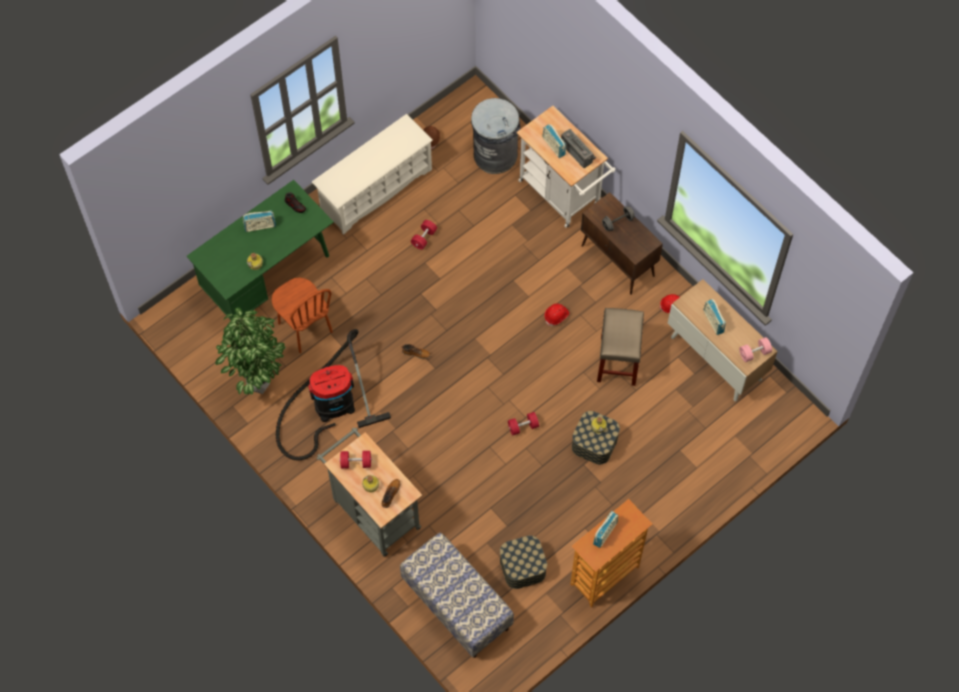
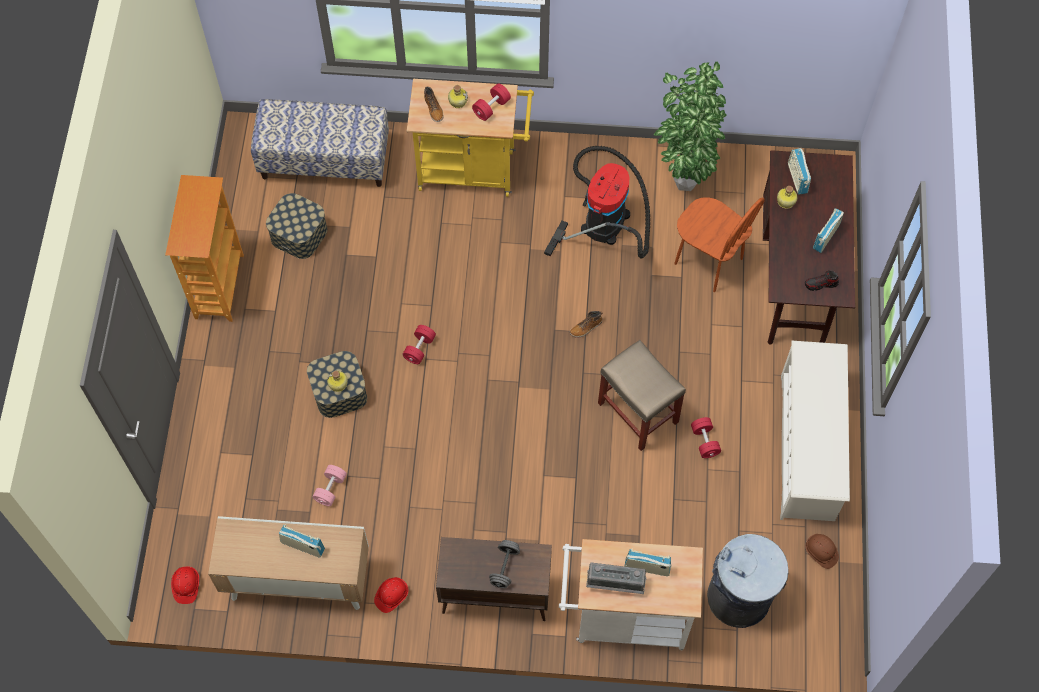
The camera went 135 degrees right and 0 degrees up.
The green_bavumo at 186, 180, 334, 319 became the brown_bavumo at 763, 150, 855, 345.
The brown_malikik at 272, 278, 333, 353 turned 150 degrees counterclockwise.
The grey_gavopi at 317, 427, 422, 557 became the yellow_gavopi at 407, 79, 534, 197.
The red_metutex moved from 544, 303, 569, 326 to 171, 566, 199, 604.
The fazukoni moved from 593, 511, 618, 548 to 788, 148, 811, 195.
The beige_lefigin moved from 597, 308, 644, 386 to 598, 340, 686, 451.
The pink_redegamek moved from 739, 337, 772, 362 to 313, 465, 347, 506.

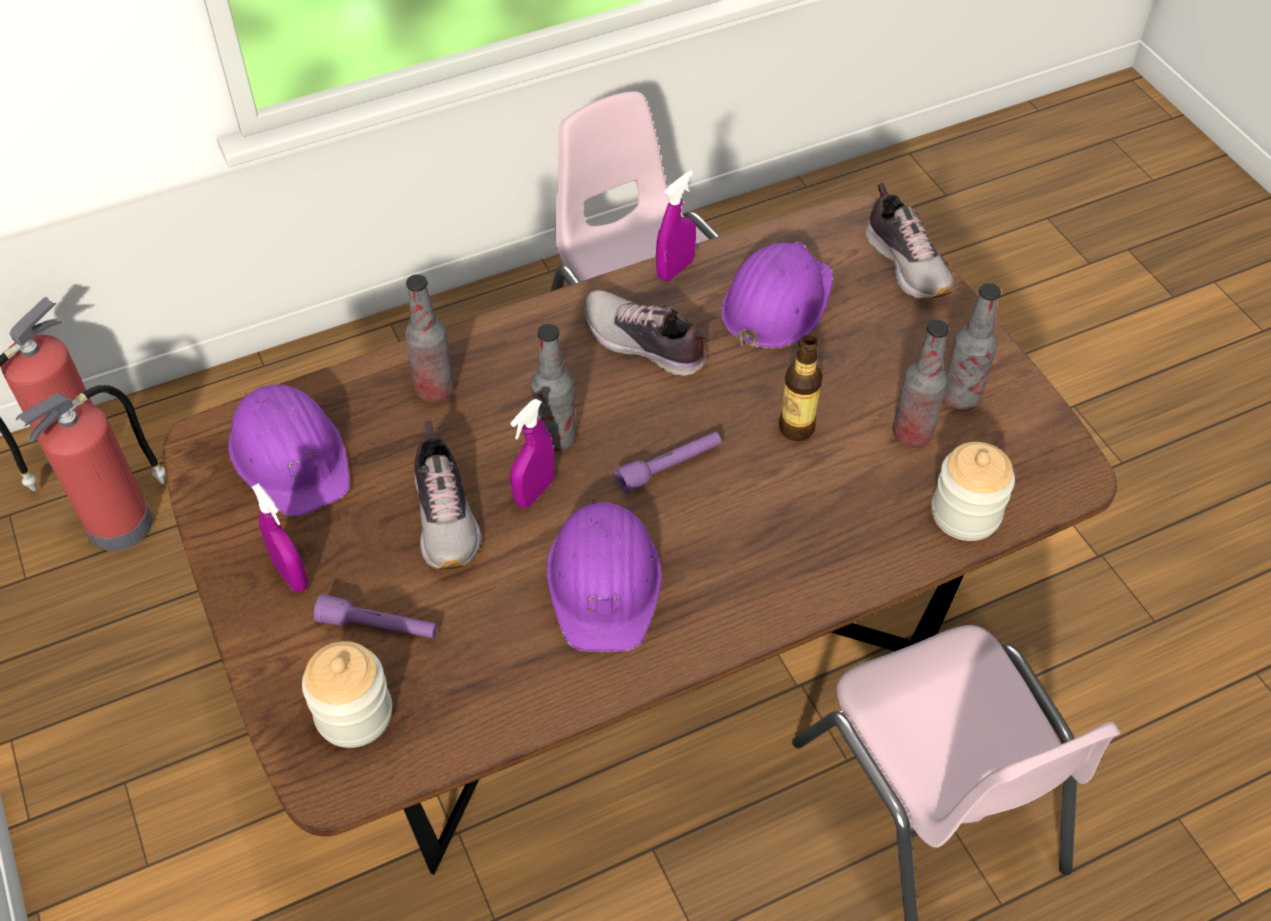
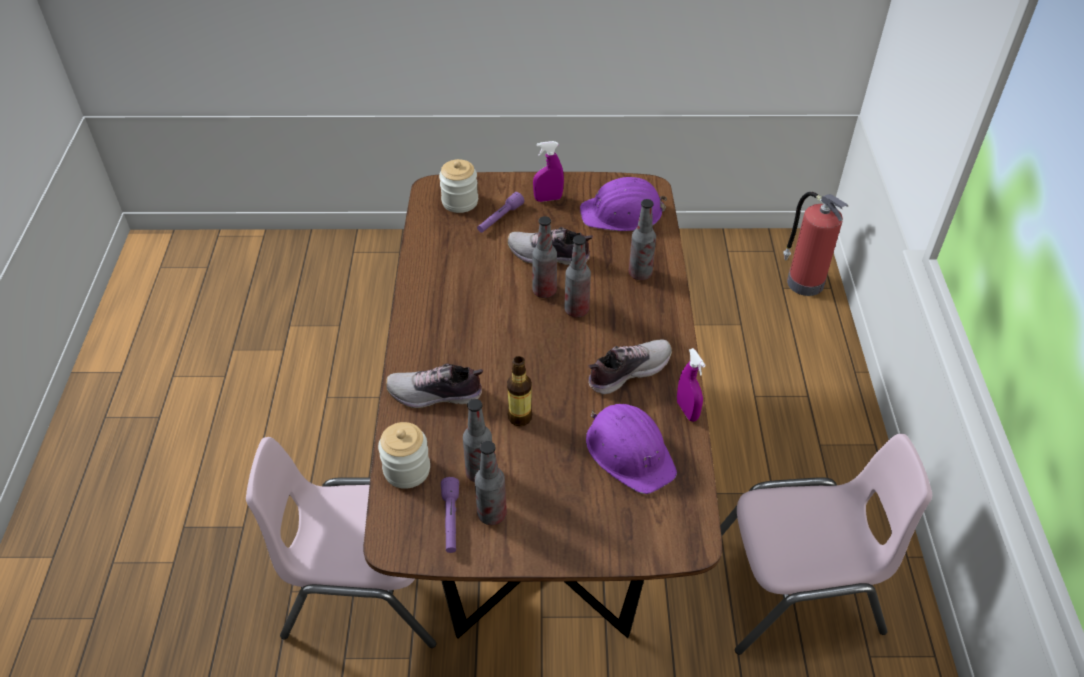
The camera went 115 degrees right and 5 degrees down.
The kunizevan at 16, 385, 165, 551 disappeared.
The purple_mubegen at 510, 399, 554, 508 was replaced by the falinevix at 532, 216, 557, 298.
The purple_metutex at 547, 497, 662, 652 disappeared.
The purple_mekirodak moved from 614, 432, 721, 493 to 441, 477, 459, 553.
The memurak moved from 865, 183, 953, 299 to 386, 363, 483, 408.

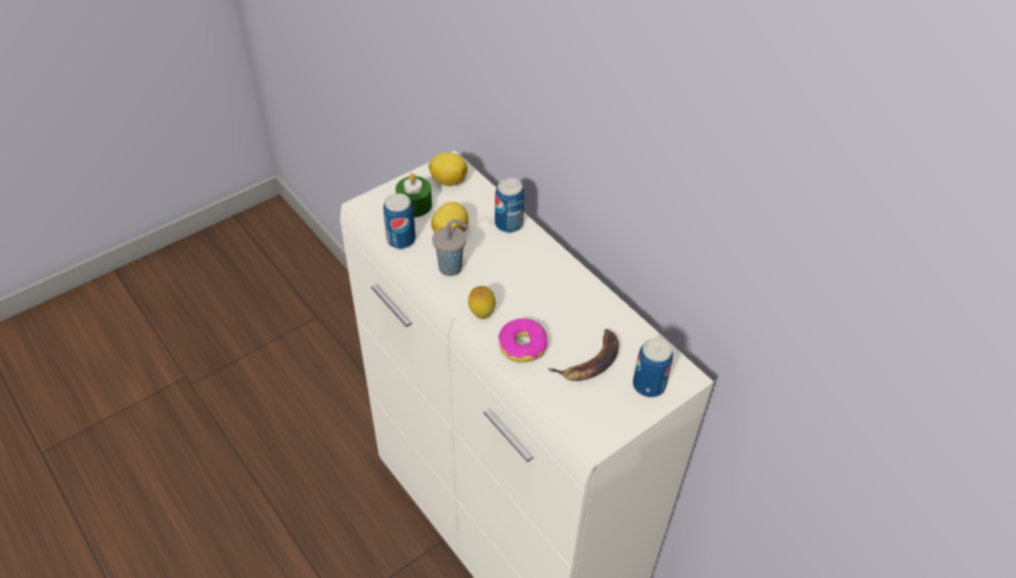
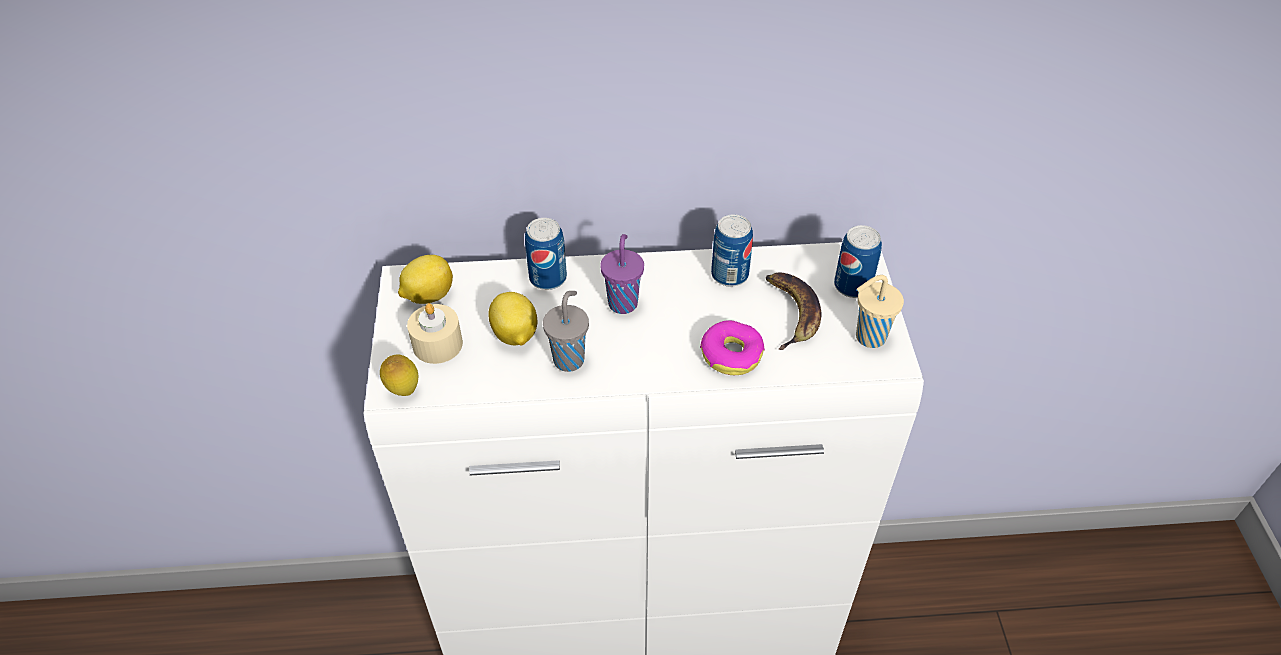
The camera went 55 degrees left and 0 degrees up.
The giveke moved from 383, 193, 416, 249 to 711, 214, 753, 287.
The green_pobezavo at 396, 173, 432, 217 became the beige_pobezavo at 407, 303, 463, 364.
The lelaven moved from 468, 286, 496, 319 to 380, 354, 419, 396.
The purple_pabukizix at 600, 234, 644, 314 appeared.
The beige_pabukizix at 856, 275, 904, 348 appeared.

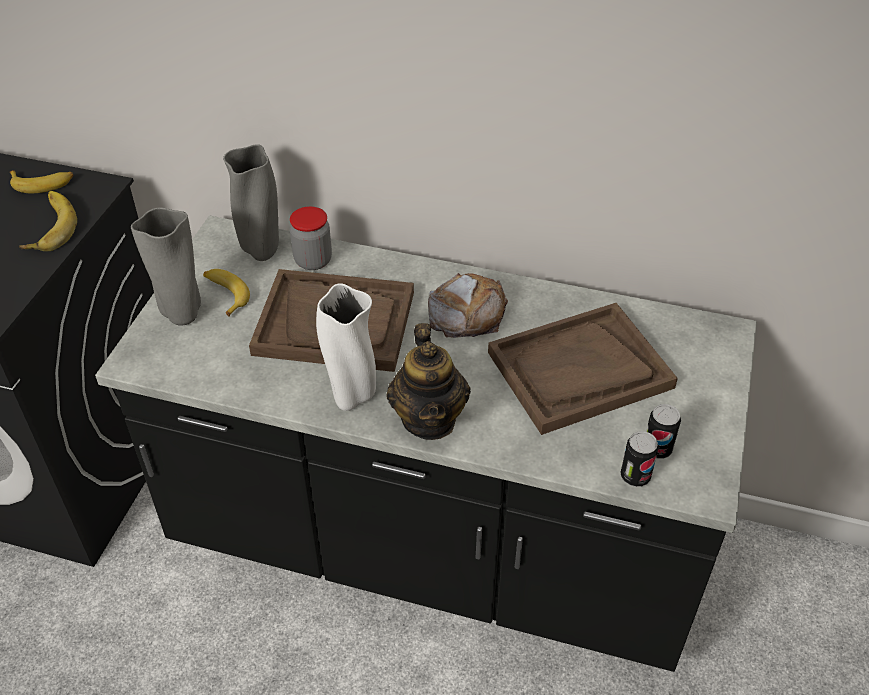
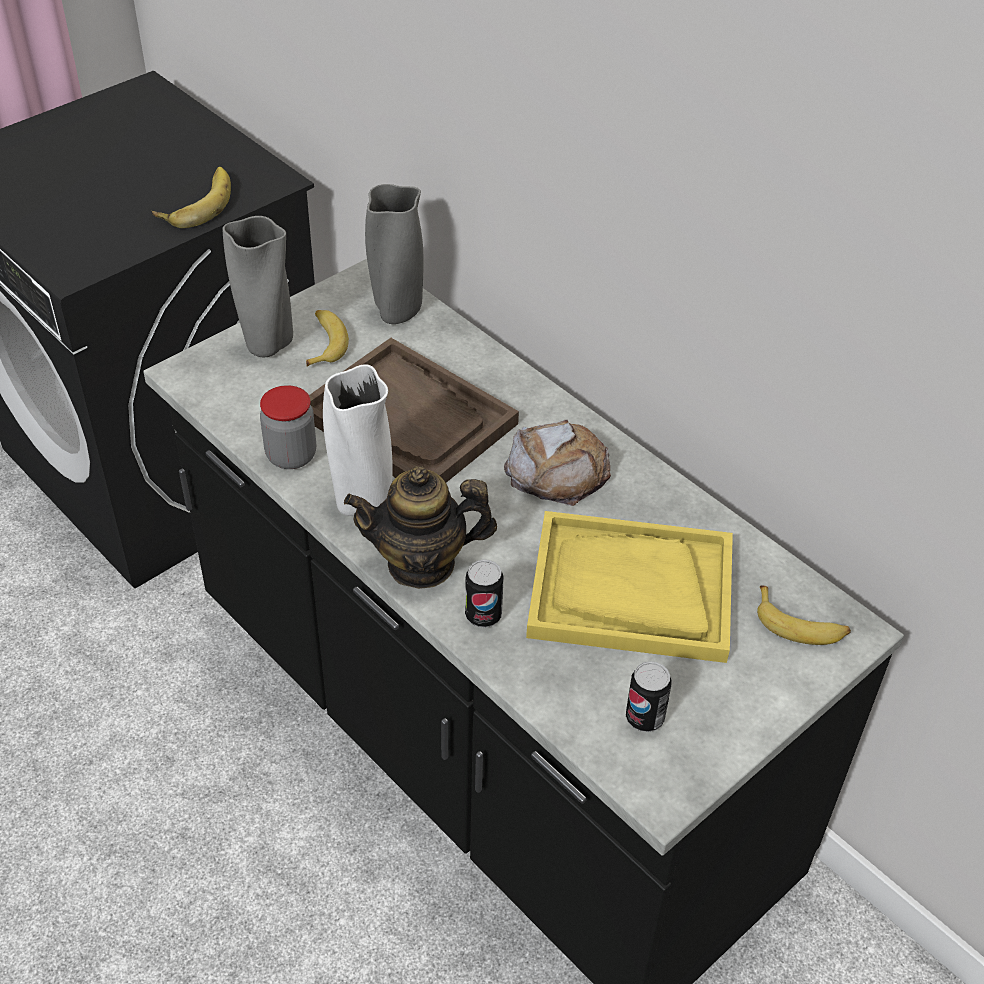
The camera went 30 degrees right and 0 degrees up.
The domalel moved from 10, 170, 74, 193 to 757, 585, 851, 645.
The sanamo moved from 290, 206, 332, 270 to 260, 385, 316, 469.
The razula at 386, 323, 471, 440 turned 60 degrees clockwise.
The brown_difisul at 488, 303, 678, 435 became the yellow_difisul at 526, 511, 733, 663.
The giveke moved from 620, 431, 659, 487 to 465, 559, 504, 628.

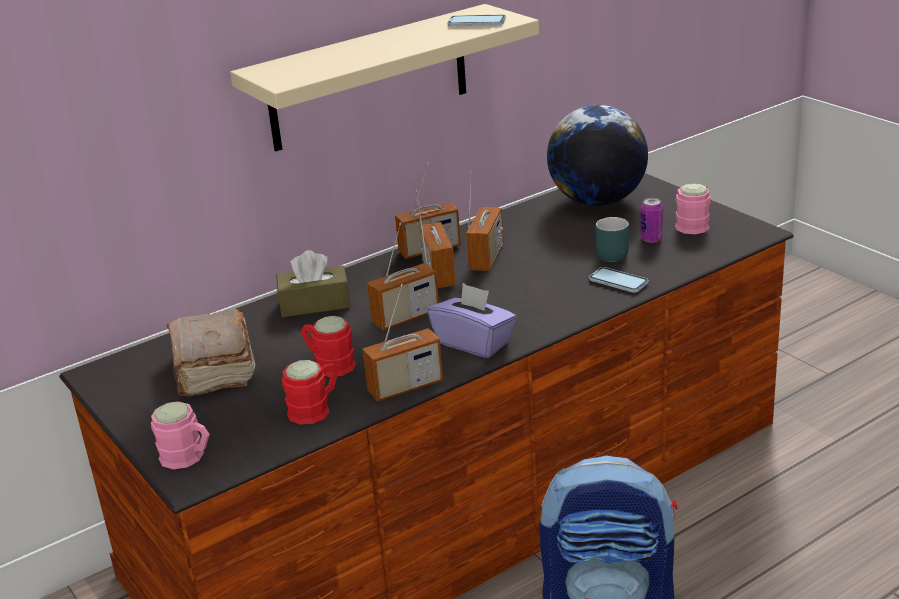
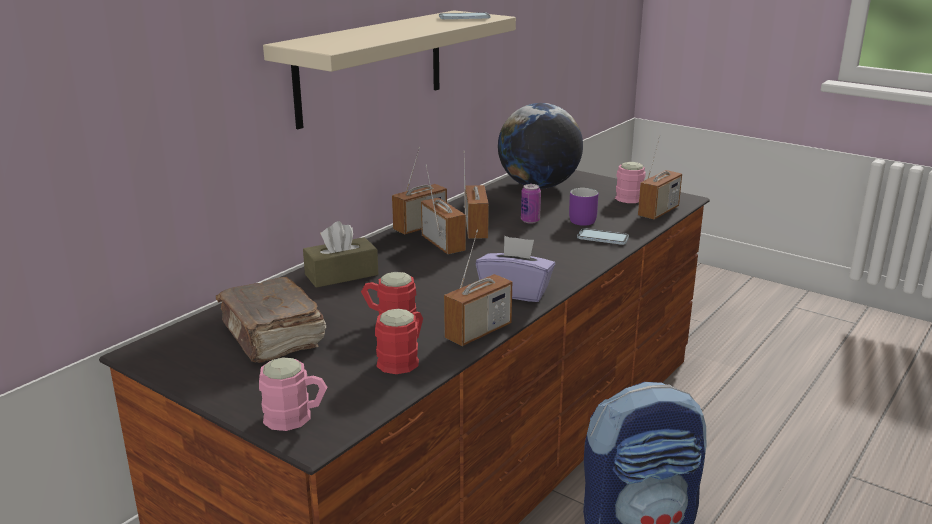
The camera went 20 degrees left and 5 degrees down.
The fazukoni moved from 367, 222, 439, 330 to 638, 135, 682, 219.
The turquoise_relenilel at 596, 217, 629, 262 became the purple_relenilel at 569, 188, 598, 226.
The giveke moved from 641, 198, 663, 243 to 521, 184, 541, 224.

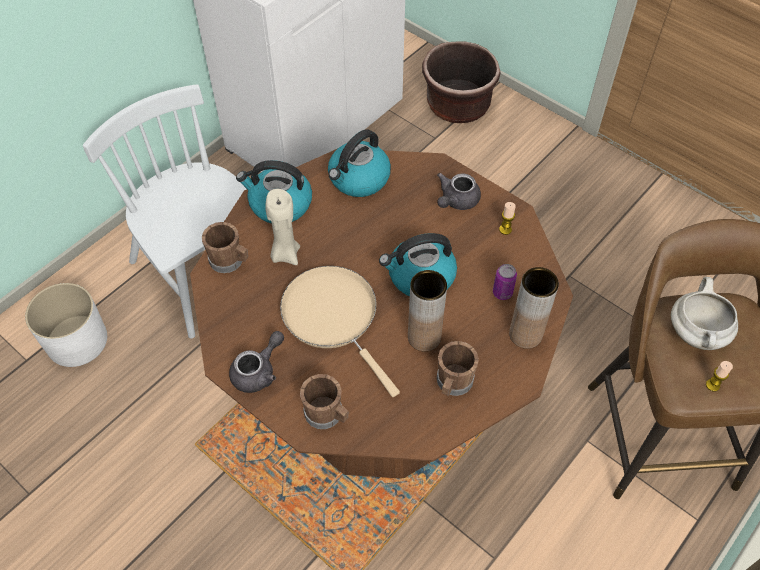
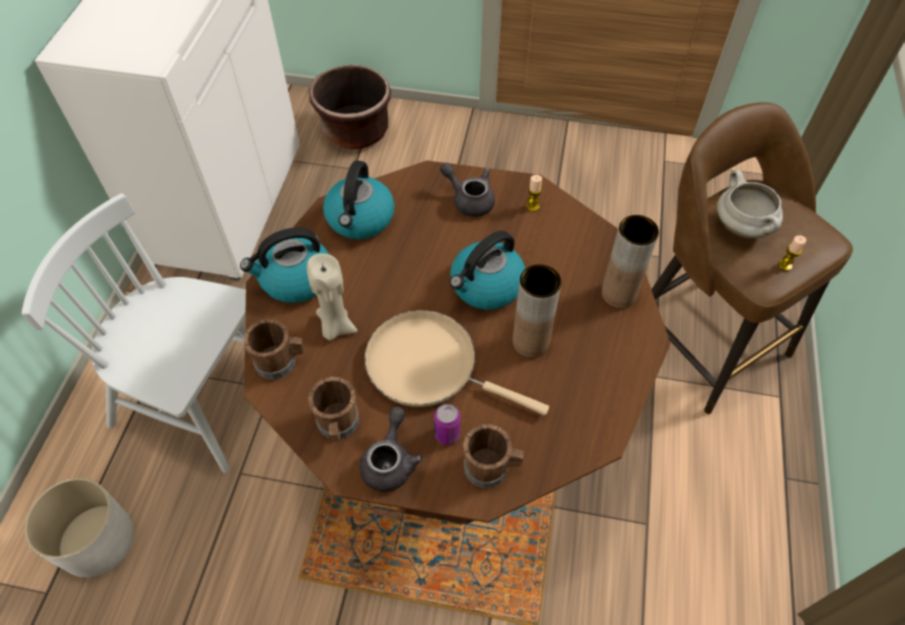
The camera went 30 degrees left and 0 degrees up.
The grey_razula at 437, 173, 481, 210 turned 120 degrees clockwise.
The brown_relenilel moved from 437, 341, 479, 396 to 308, 377, 360, 442.
The giveke moved from 493, 264, 517, 300 to 434, 404, 460, 445.

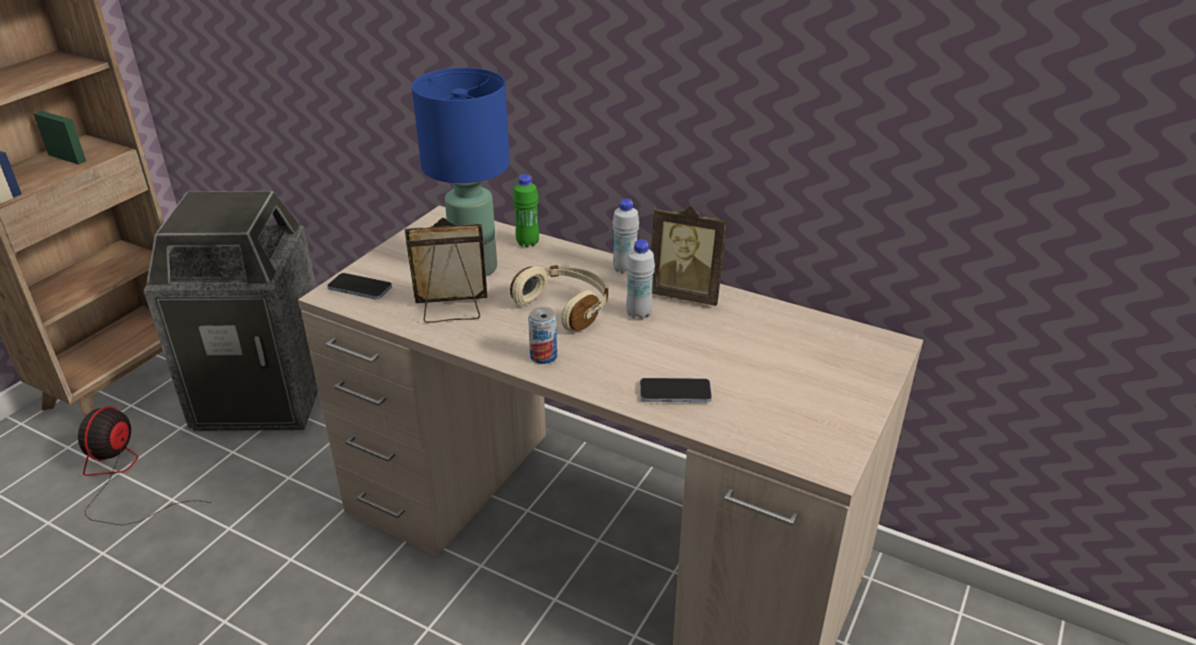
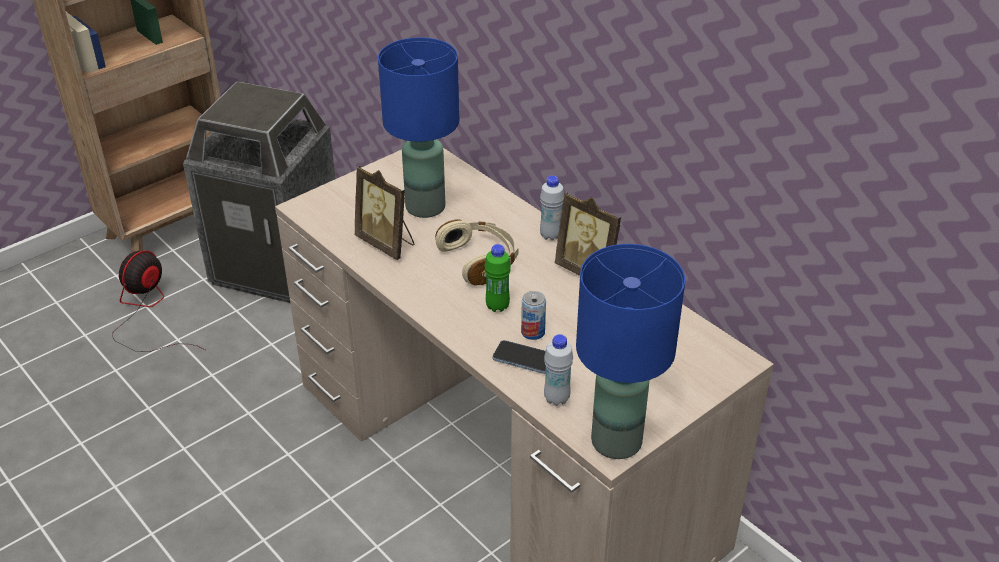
The camera went 20 degrees right and 5 degrees up.
The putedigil at 327, 273, 392, 299 disappeared.
The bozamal at 405, 218, 487, 323 turned 150 degrees counterclockwise.
The green_falinevix moved from 513, 174, 539, 247 to 484, 244, 511, 312.
The giveke moved from 528, 307, 557, 364 to 521, 291, 546, 340.
The white_falinevix moved from 626, 240, 655, 319 to 544, 334, 573, 406.
The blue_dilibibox at 576, 244, 685, 459 appeared.

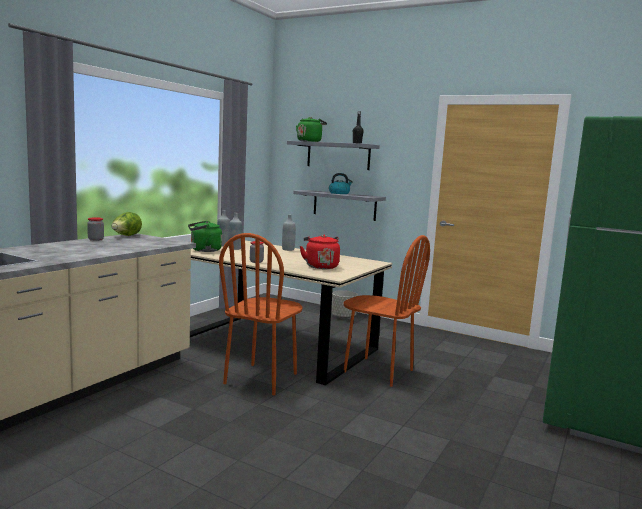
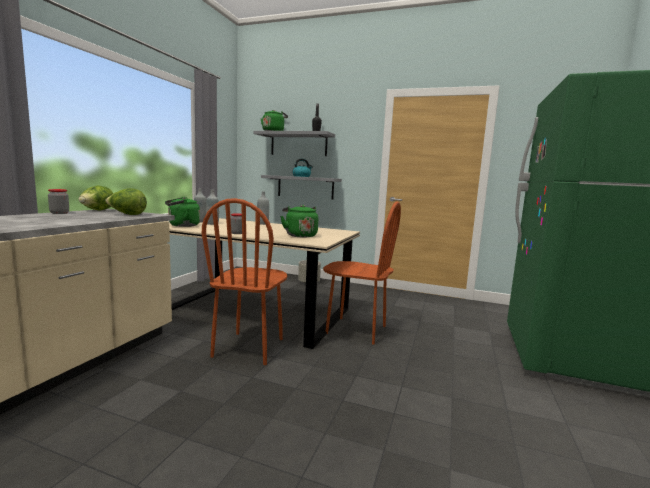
The camera went 10 degrees left and 0 degrees up.
The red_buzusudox at 300, 235, 340, 269 became the green_buzusudox at 280, 205, 318, 237.
The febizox at 105, 188, 147, 215 appeared.

